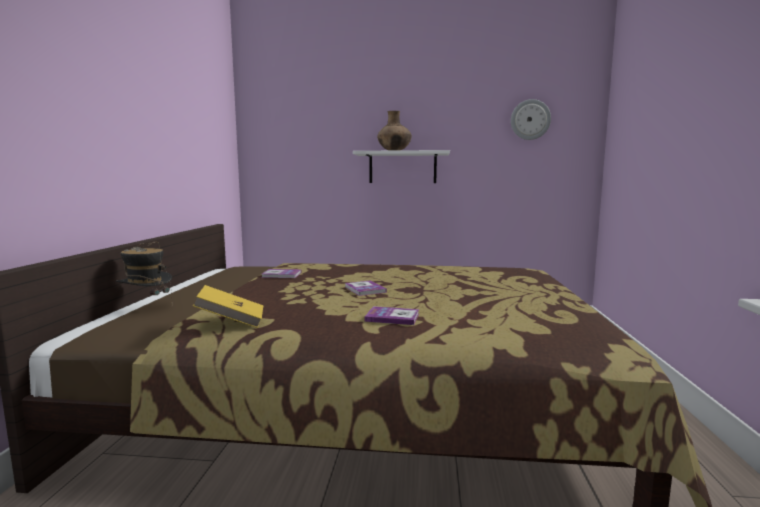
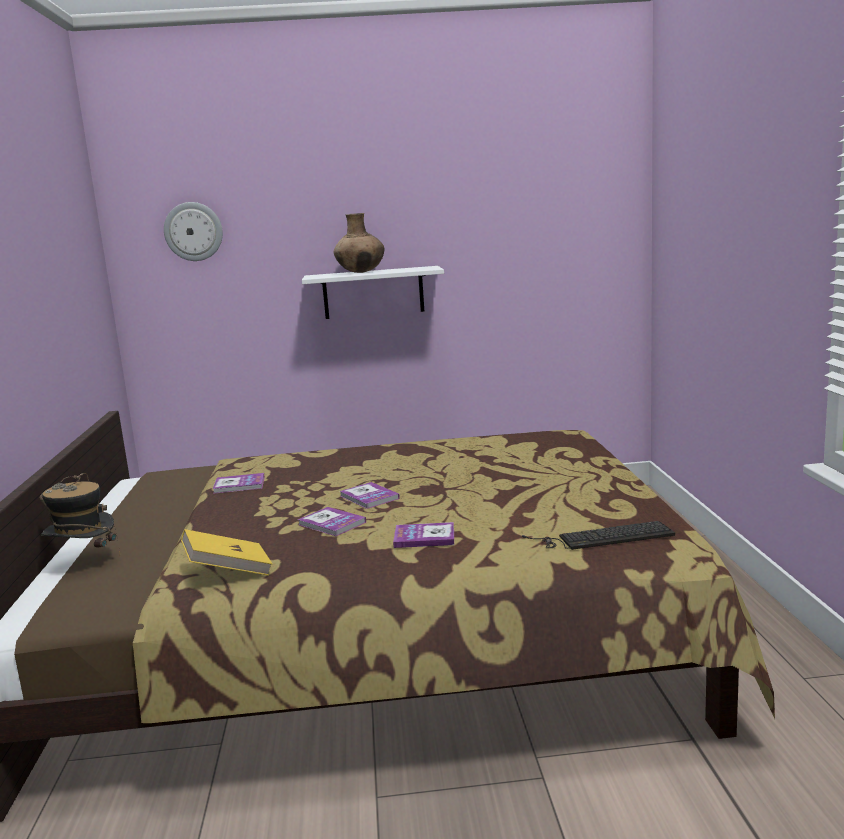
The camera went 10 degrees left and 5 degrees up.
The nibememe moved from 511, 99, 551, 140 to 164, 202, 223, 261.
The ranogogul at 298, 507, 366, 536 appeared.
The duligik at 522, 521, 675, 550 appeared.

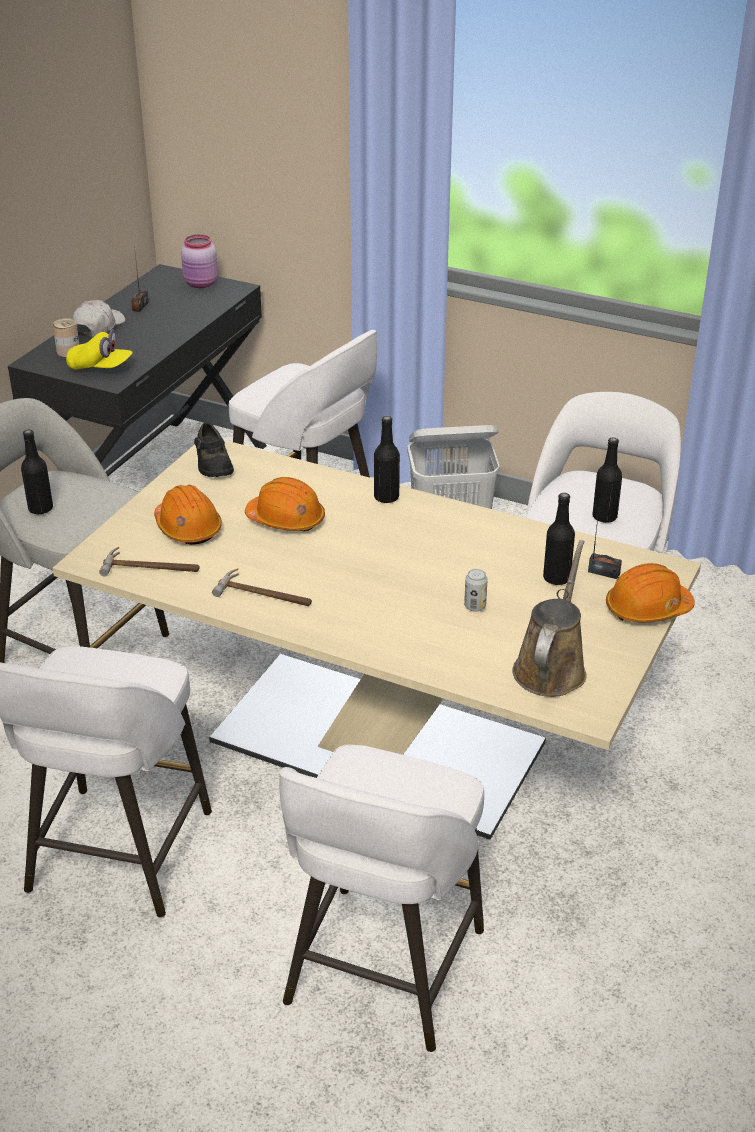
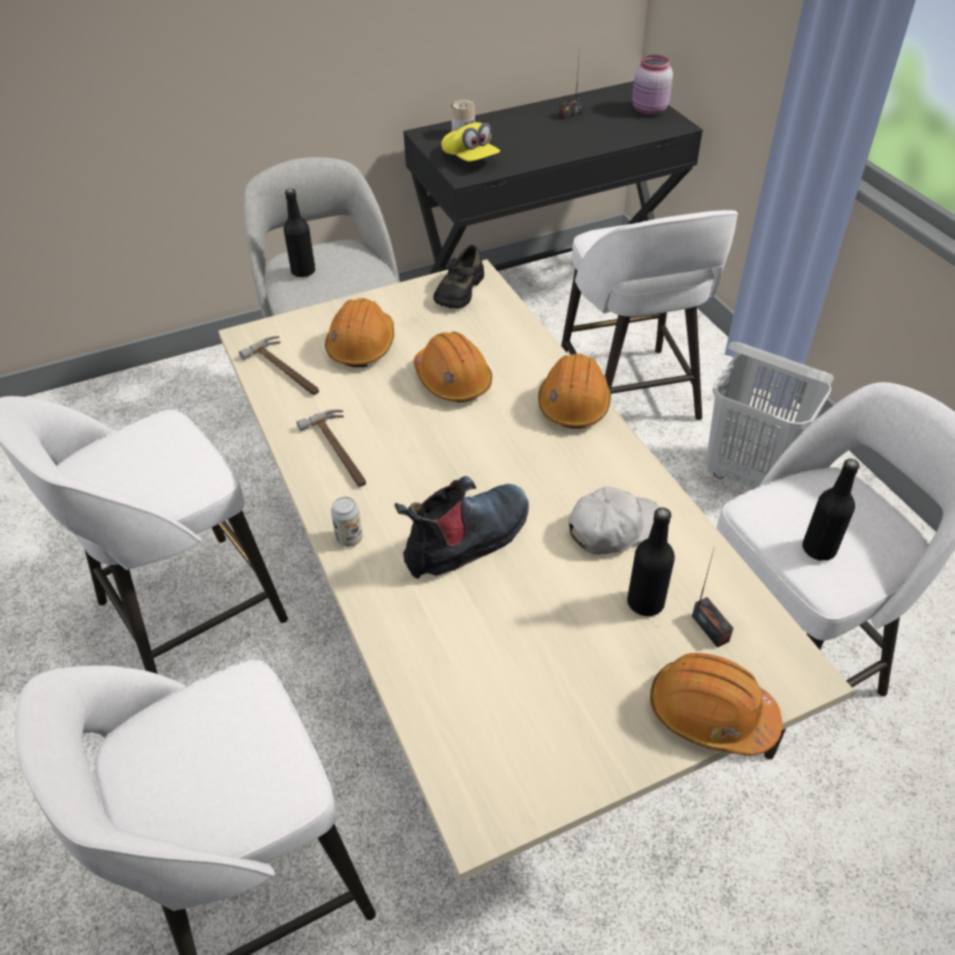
The camera went 40 degrees right and 10 degrees up.
The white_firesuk moved from 73, 300, 125, 337 to 569, 486, 660, 554.
The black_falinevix at 374, 416, 400, 504 was replaced by the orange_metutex at 538, 353, 611, 428.
The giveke moved from 464, 569, 488, 612 to 331, 497, 363, 547.
The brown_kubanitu at 512, 540, 587, 697 disappeared.
The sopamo at 395, 476, 529, 579 appeared.

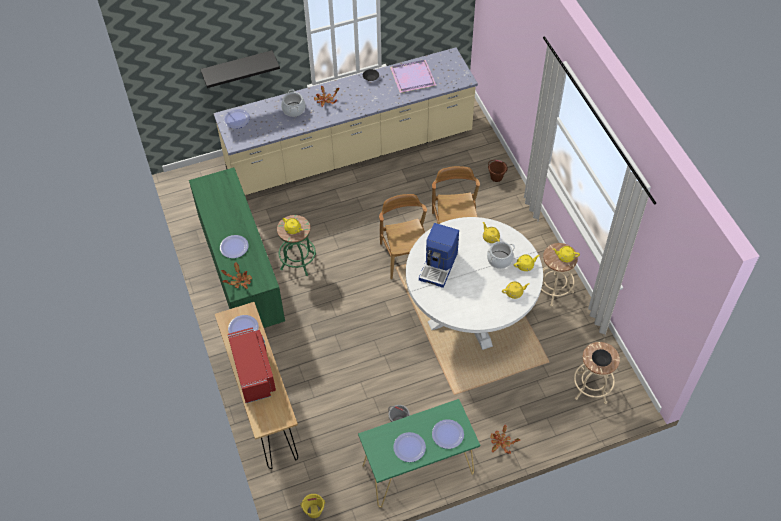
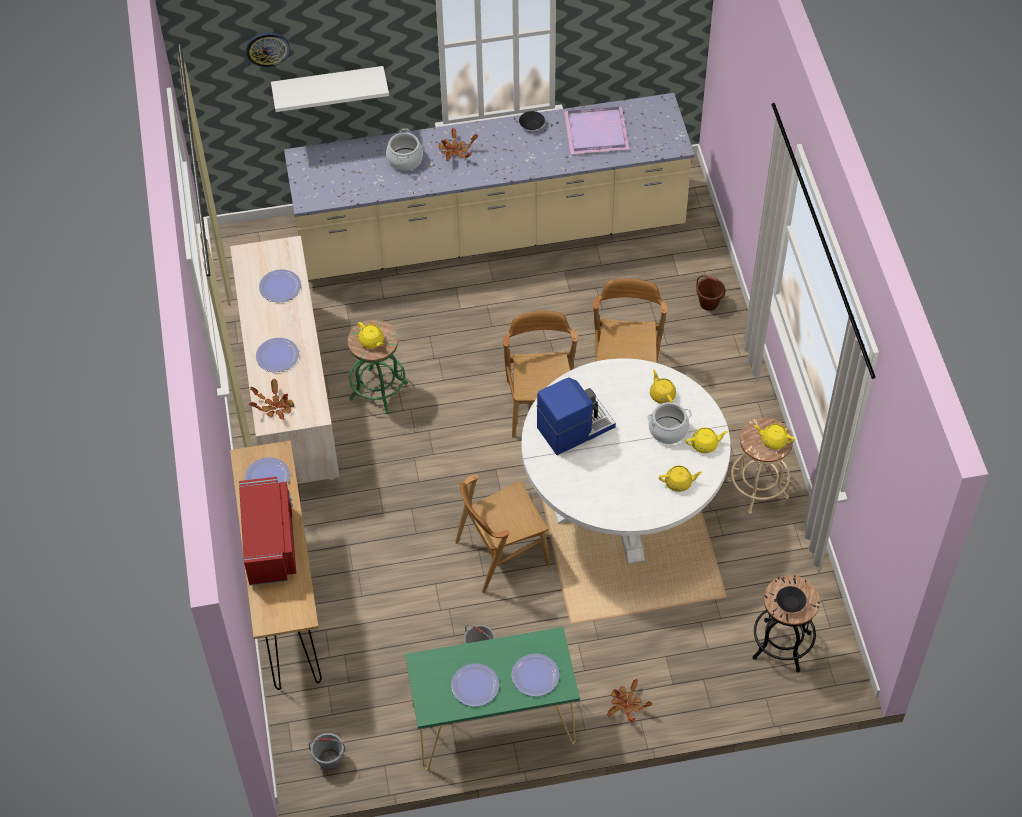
The camera went 10 degrees right and 0 degrees up.
The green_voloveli at 189, 168, 285, 328 became the beige_voloveli at 230, 236, 340, 484.
The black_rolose at 200, 50, 280, 88 became the white_rolose at 271, 66, 389, 112.
The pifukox moved from 223, 109, 250, 129 to 259, 270, 301, 302.
The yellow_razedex at 300, 494, 325, 518 became the grey_razedex at 309, 733, 346, 770.
The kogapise at 419, 223, 459, 288 turned 150 degrees counterclockwise.
The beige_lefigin at 574, 342, 620, 404 became the black_lefigin at 752, 575, 820, 673.
The nibememe at 246, 32, 290, 67 appeared.
The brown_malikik at 455, 474, 550, 593 appeared.

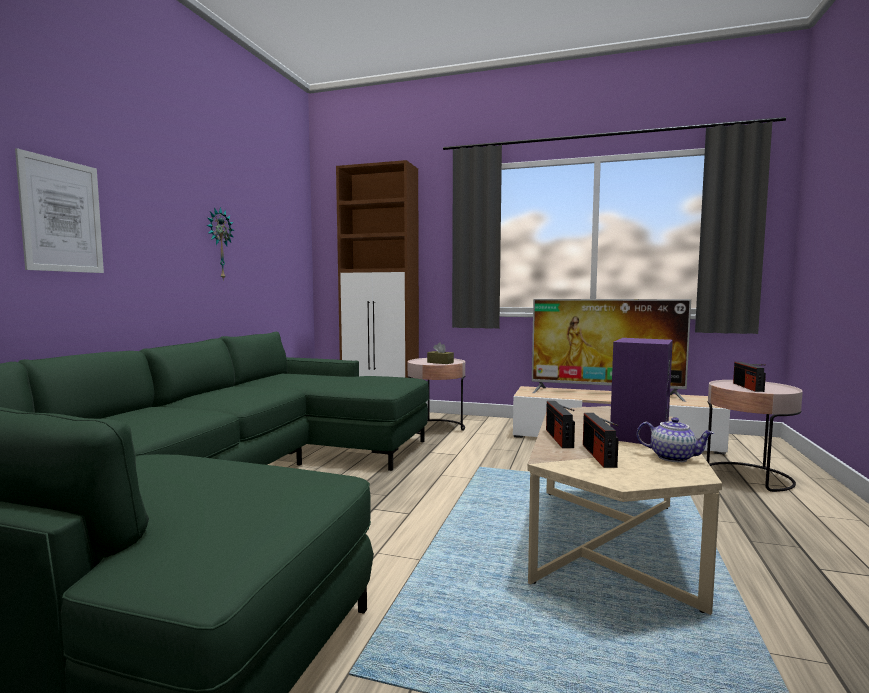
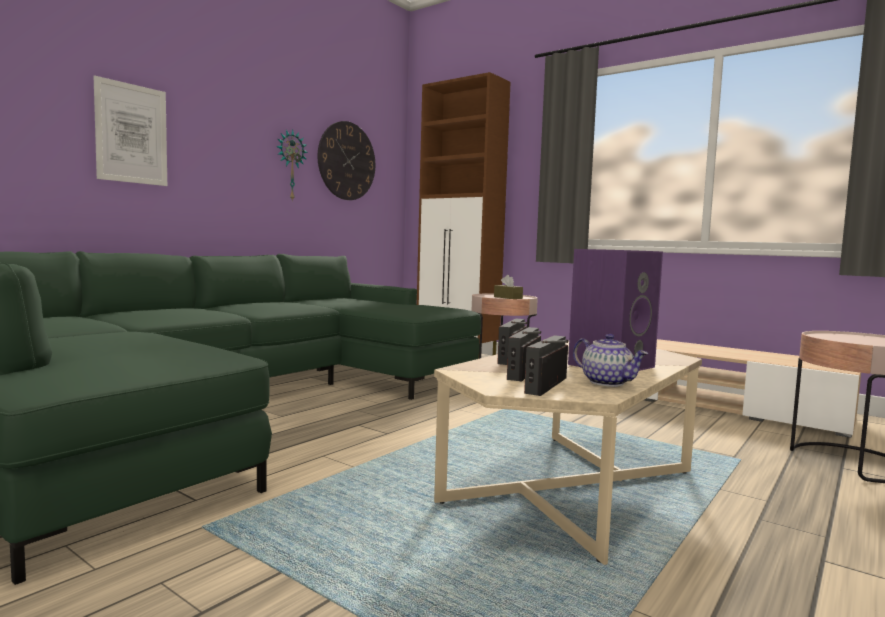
The camera went 20 degrees right and 0 degrees up.
The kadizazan at 532, 299, 691, 402 disappeared.
The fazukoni moved from 733, 362, 766, 392 to 524, 335, 568, 396.
The nibememe at 318, 121, 375, 200 appeared.

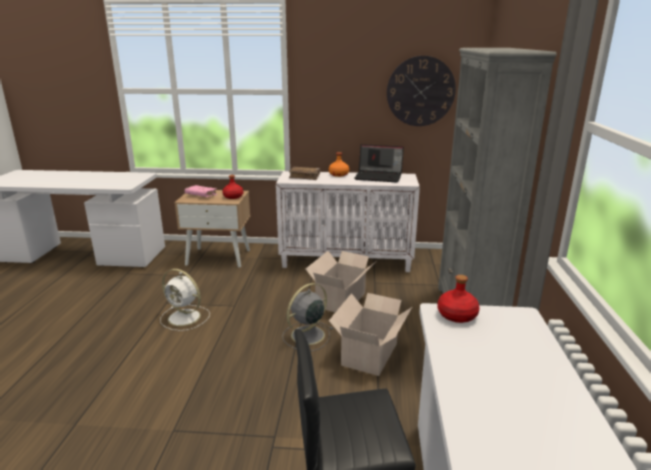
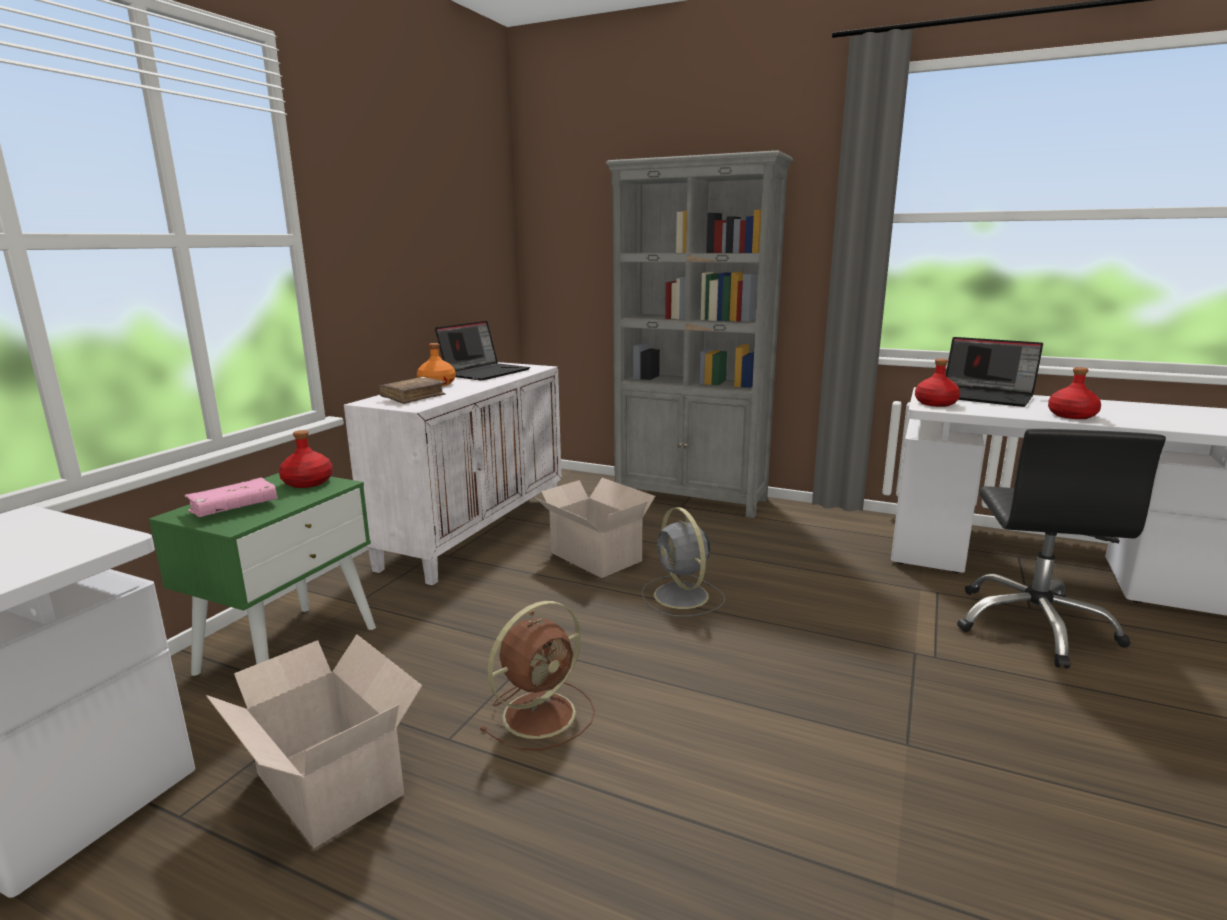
The camera went 70 degrees left and 5 degrees down.
The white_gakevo at 160, 269, 210, 331 became the brown_gakevo at 479, 601, 595, 750.
The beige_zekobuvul at 175, 190, 250, 267 became the green_zekobuvul at 149, 473, 376, 676.
The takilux moved from 329, 293, 412, 376 to 206, 634, 422, 848.
The nibememe at 387, 56, 456, 126 disappeared.
The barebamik at 946, 337, 1043, 407 appeared.
The red_falinevix at 1048, 367, 1101, 419 appeared.

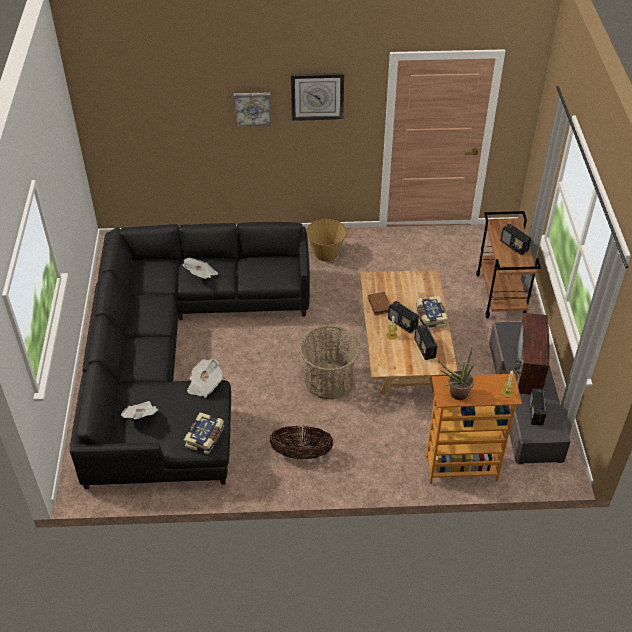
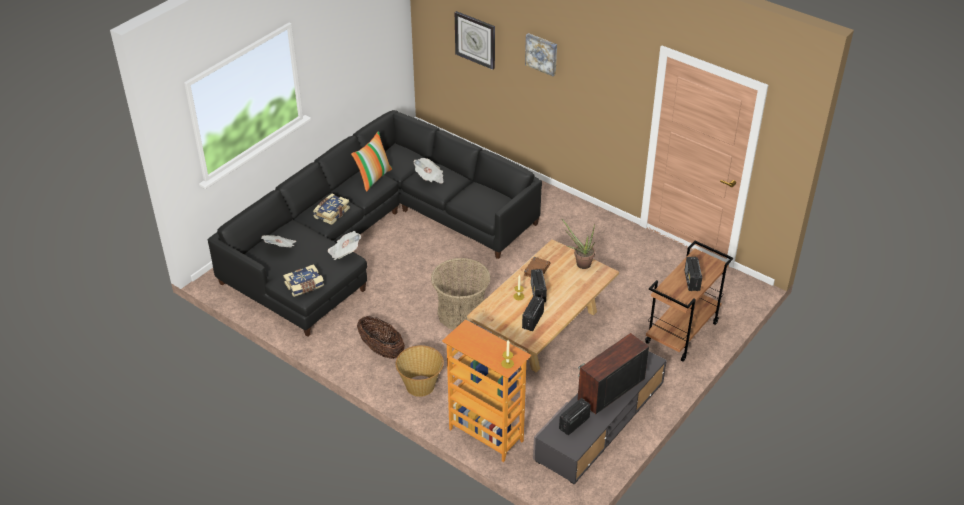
The camera went 40 degrees right and 5 degrees down.
The nibememe moved from 291, 73, 344, 121 to 455, 11, 495, 70.
The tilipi moved from 306, 219, 347, 262 to 396, 345, 444, 397.
The ranogogul moved from 416, 296, 448, 328 to 313, 193, 350, 225.
The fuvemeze moved from 438, 349, 474, 400 to 562, 219, 595, 269.
The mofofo at 351, 131, 393, 192 appeared.

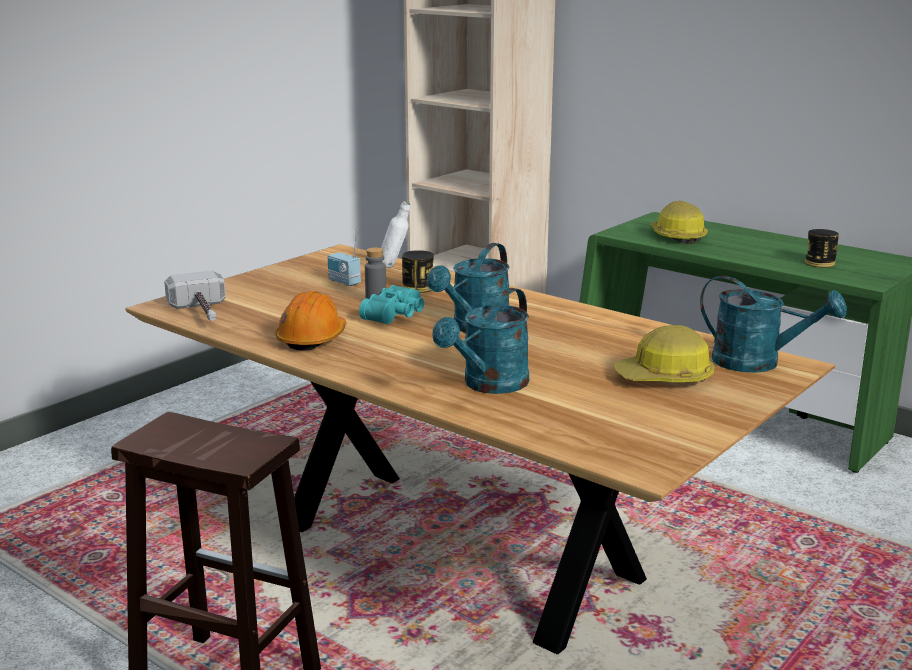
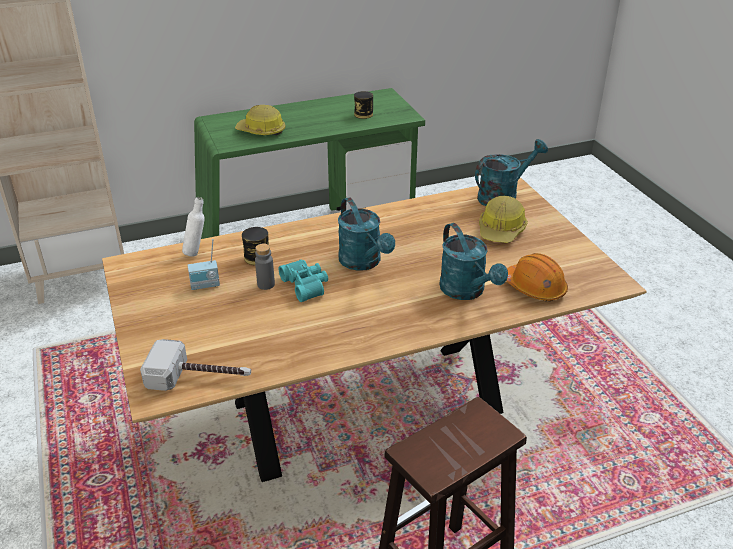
The camera went 60 degrees left and 15 degrees up.
The orange_metutex moved from 275, 291, 346, 351 to 506, 253, 568, 301.

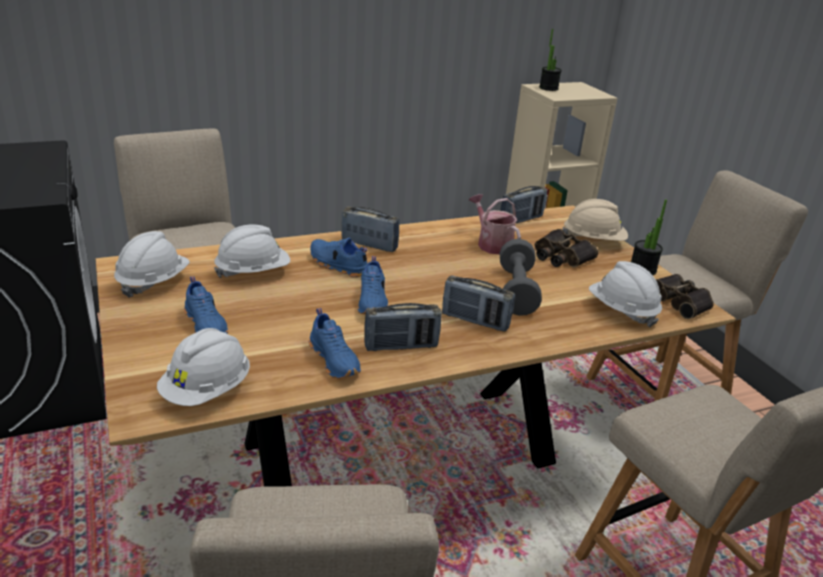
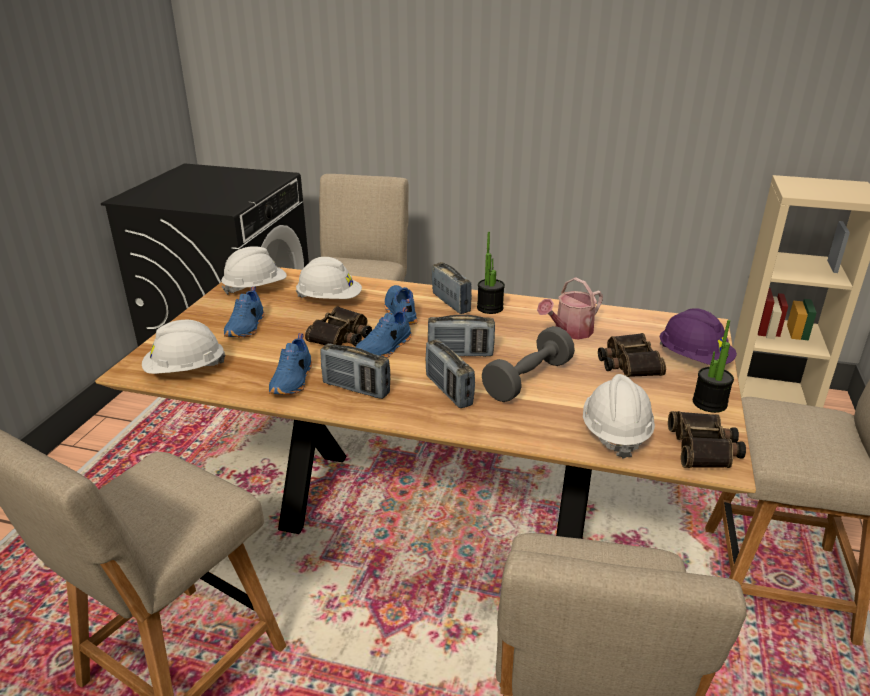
The camera went 40 degrees right and 0 degrees up.
The kubanitu at 469, 194, 521, 254 turned 135 degrees counterclockwise.
The fazukoni moved from 500, 186, 547, 223 to 428, 314, 495, 357.
The fuvemeze moved from 539, 29, 562, 91 to 477, 232, 505, 314.
The beige_metutex at 562, 199, 628, 241 became the purple_metutex at 659, 308, 737, 365.
The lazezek at 305, 306, 372, 346 appeared.

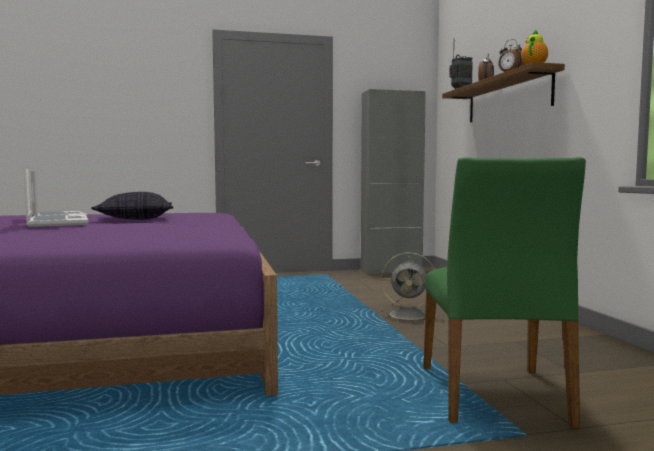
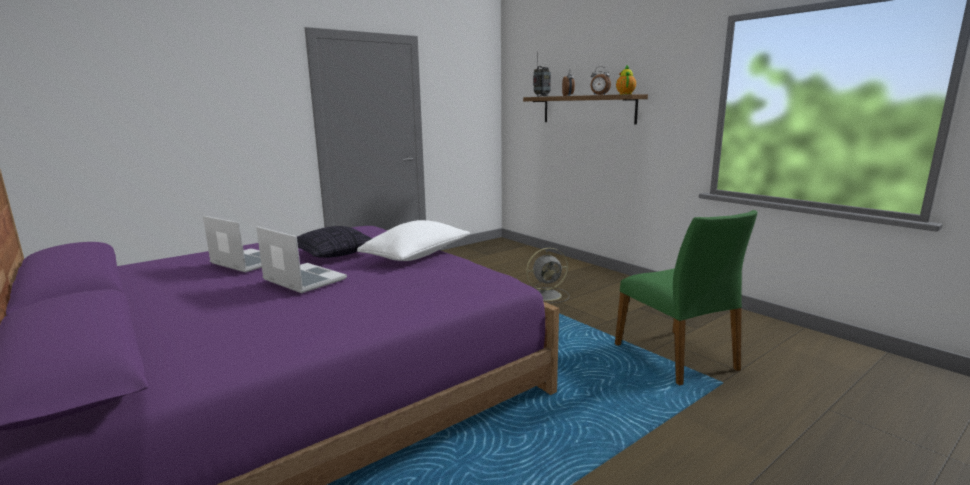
The camera went 25 degrees left and 10 degrees up.
The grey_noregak at 361, 89, 426, 275 disappeared.
The white_mofofo at 357, 220, 470, 261 appeared.

